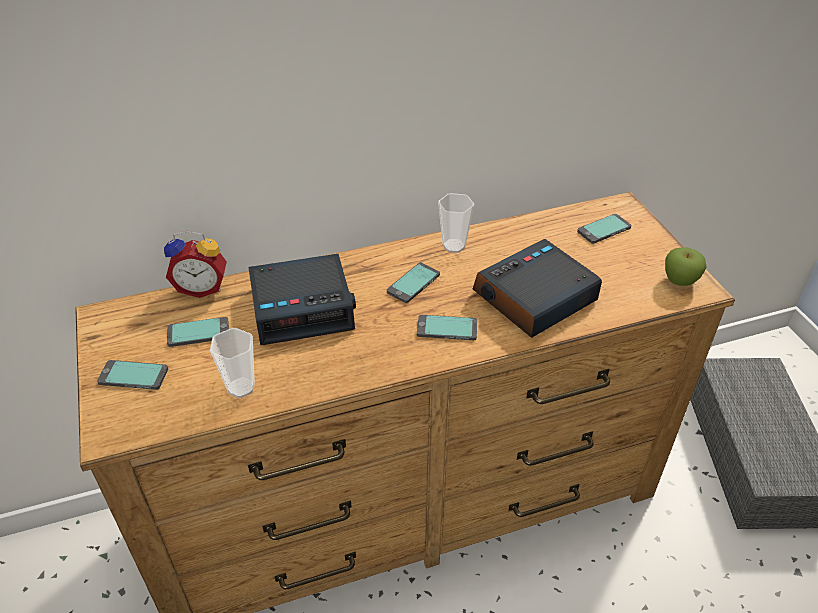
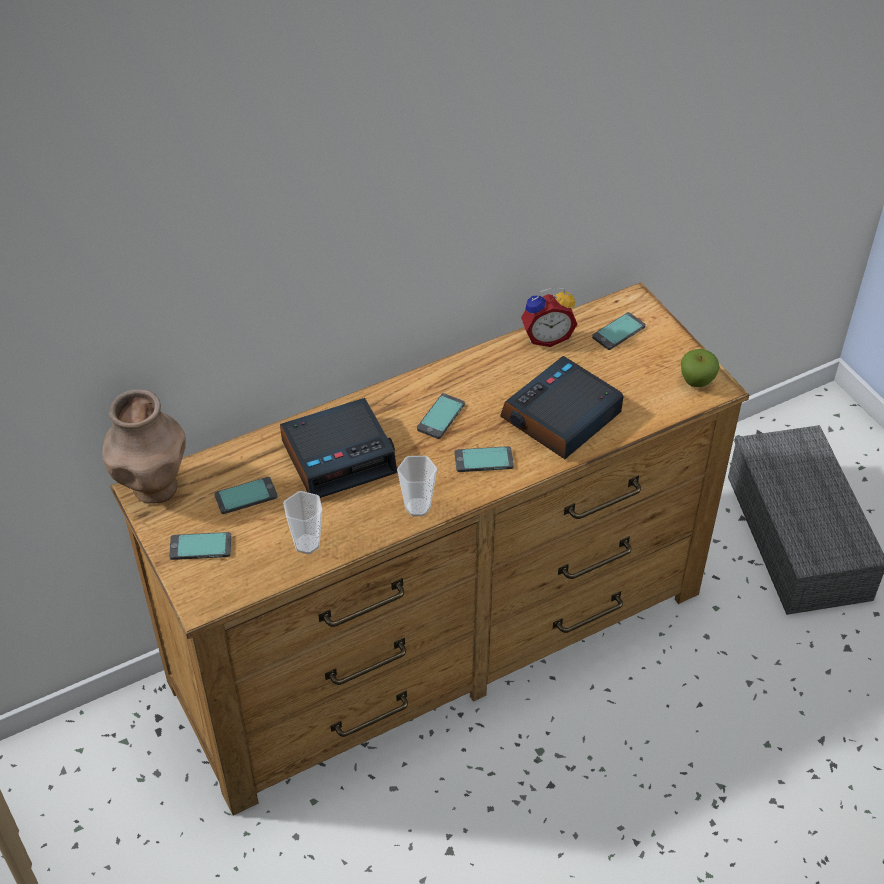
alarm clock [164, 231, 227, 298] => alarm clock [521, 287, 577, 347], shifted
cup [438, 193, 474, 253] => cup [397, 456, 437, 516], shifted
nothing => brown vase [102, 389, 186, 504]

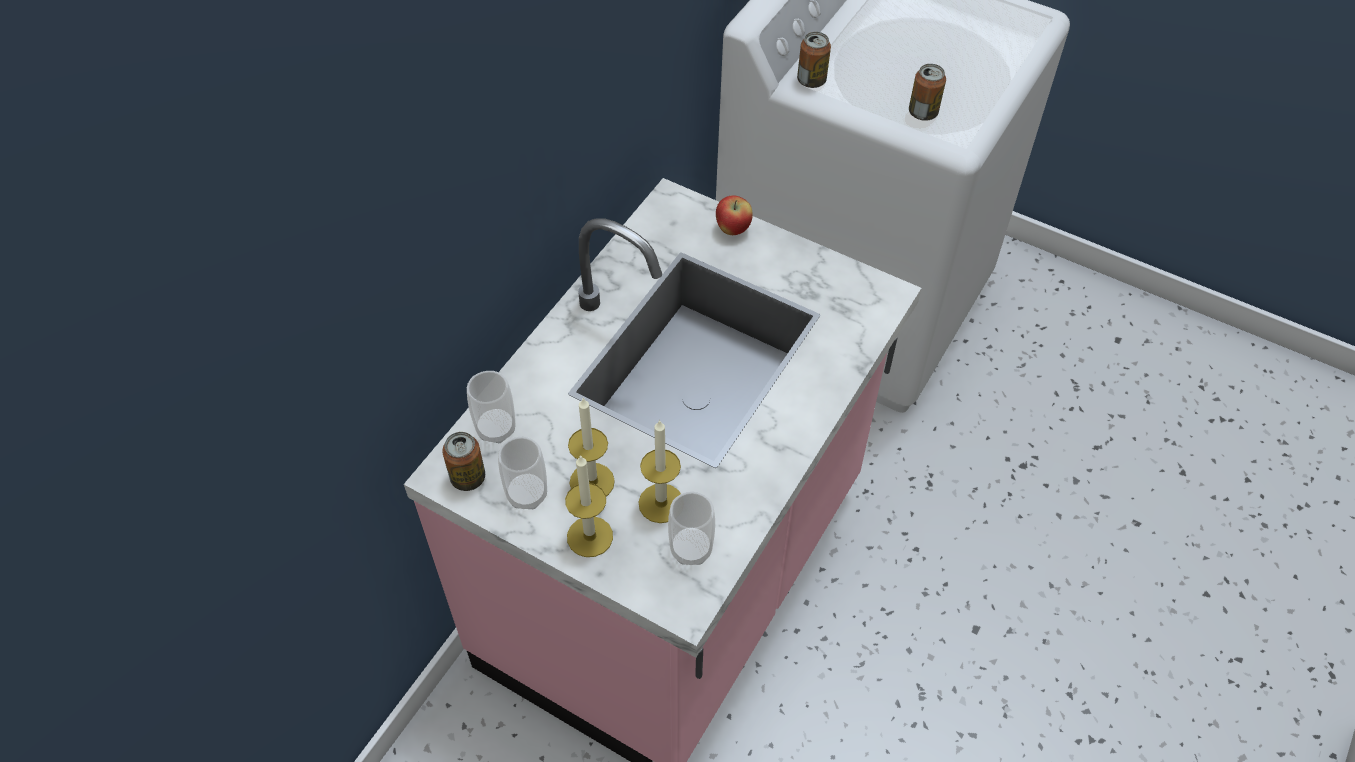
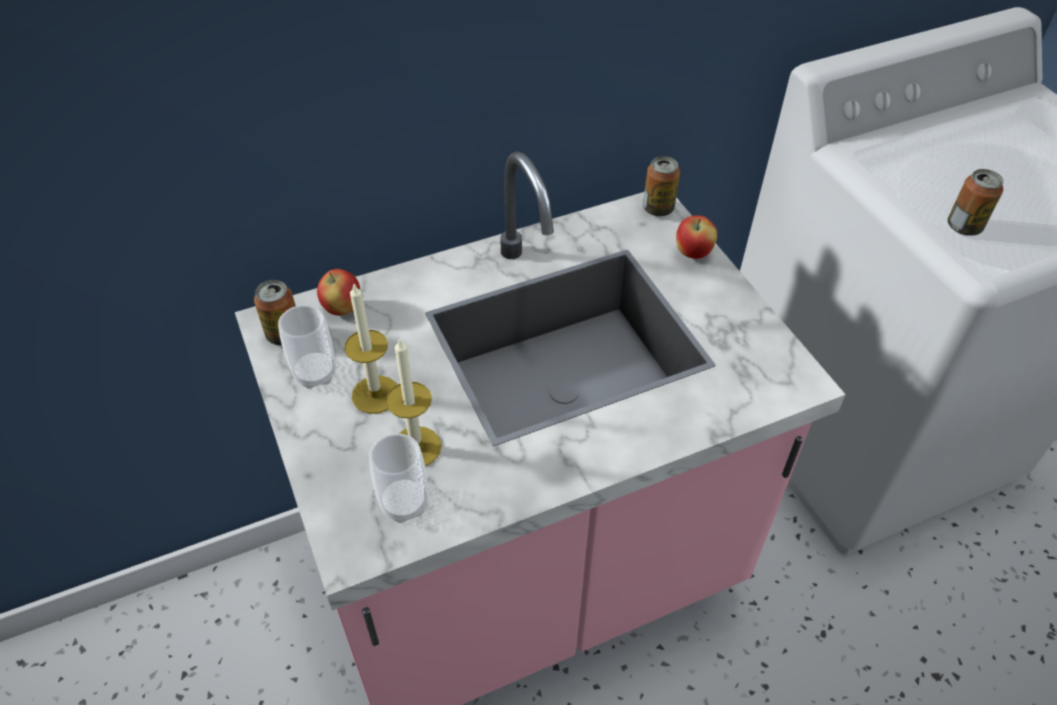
cup [467, 371, 515, 443] => apple [317, 269, 360, 316]
candle [565, 455, 613, 557] => nothing
can [797, 32, 831, 88] => can [643, 156, 680, 216], shifted

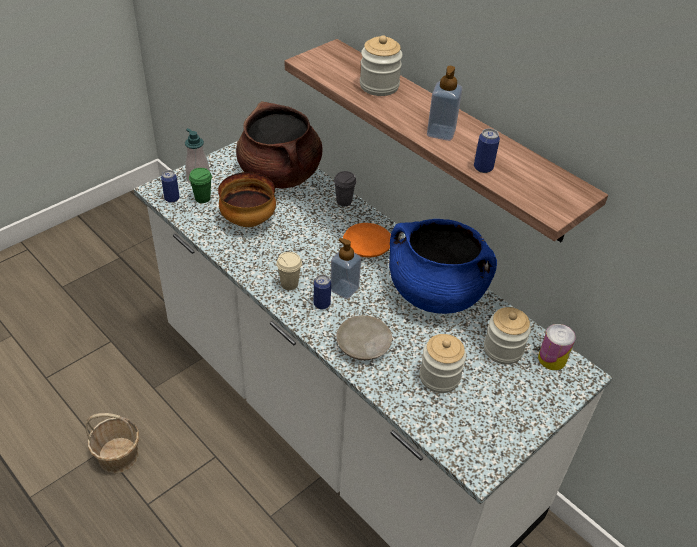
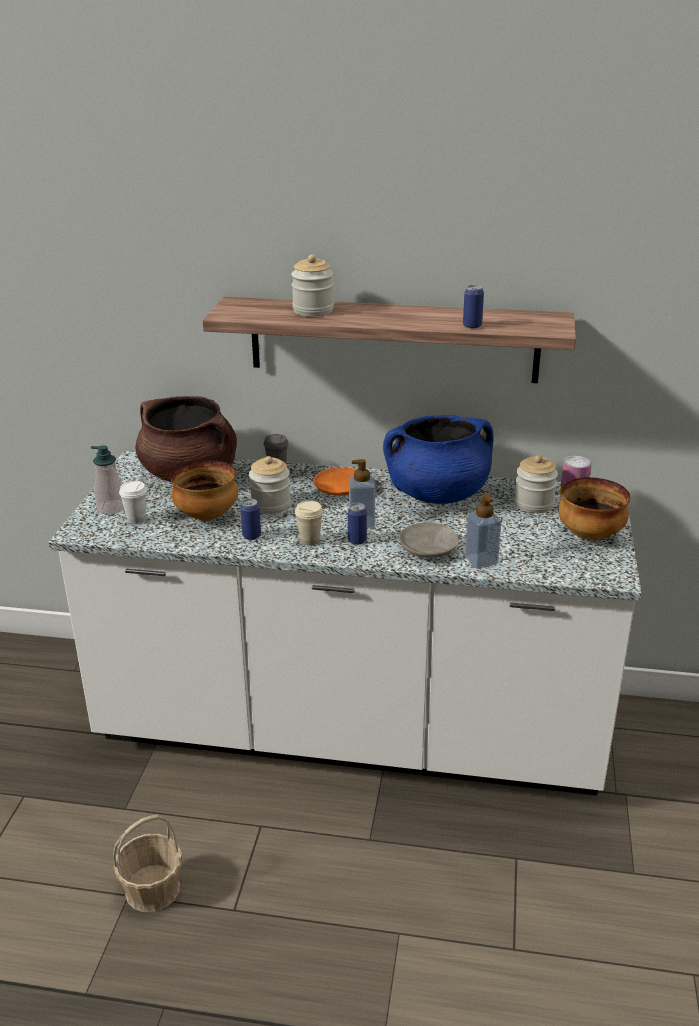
can [161, 170, 180, 203] => can [240, 499, 261, 540], shifted
green cup [189, 168, 212, 203] => white cup [119, 481, 147, 524]
jar [420, 334, 466, 393] => jar [249, 456, 291, 514], shifted
soap dispenser [427, 66, 462, 141] => soap dispenser [465, 493, 501, 569], shifted
nothing => bowl [558, 477, 631, 541]

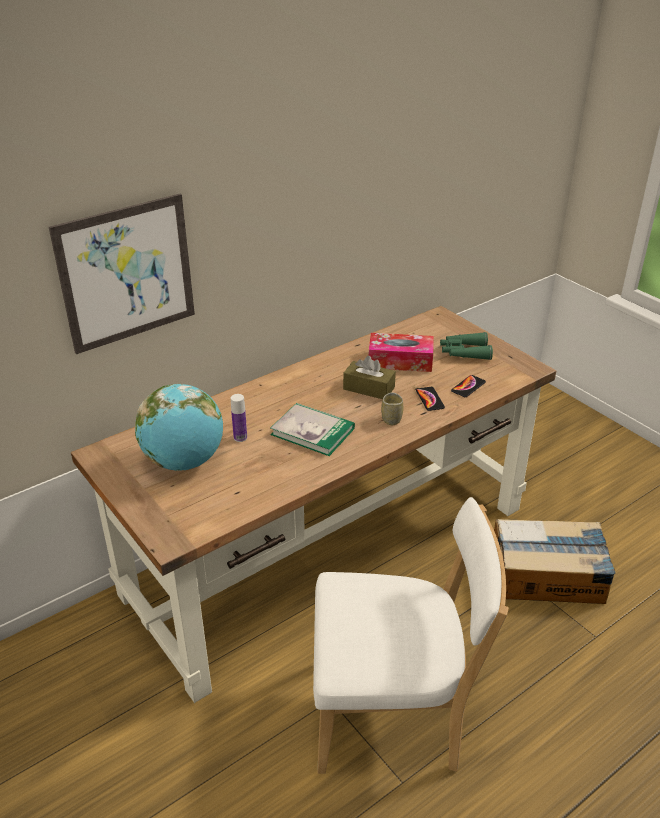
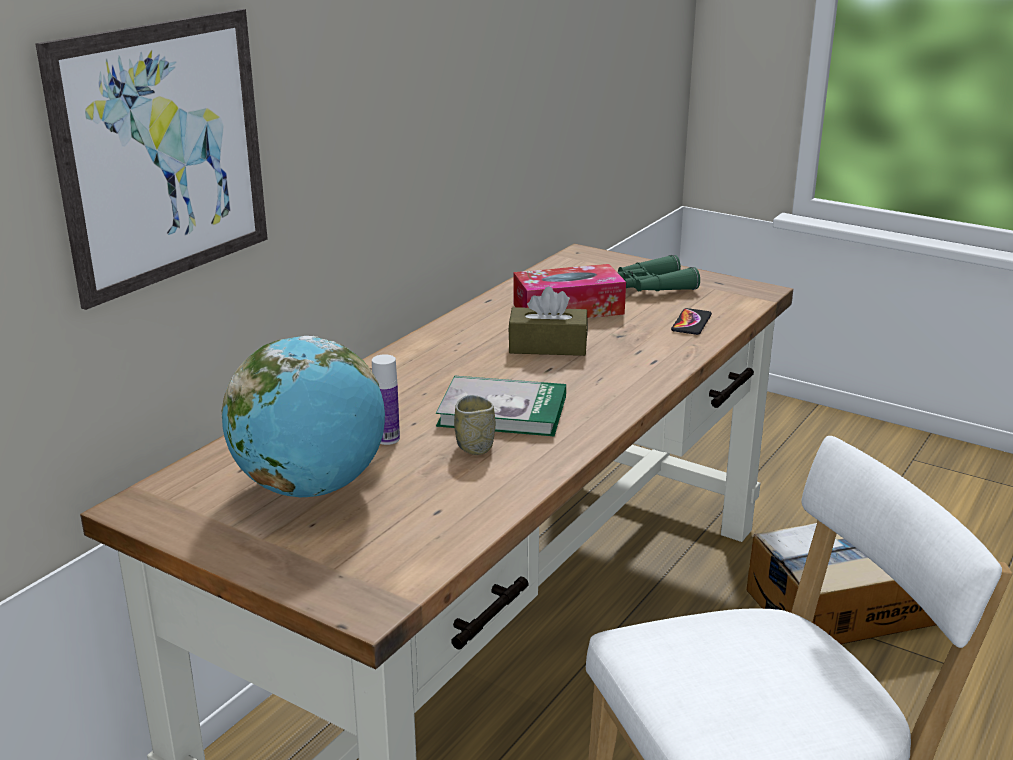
cup [381, 393, 403, 425] => cup [454, 395, 495, 455], shifted
phone [416, 387, 445, 411] => nothing

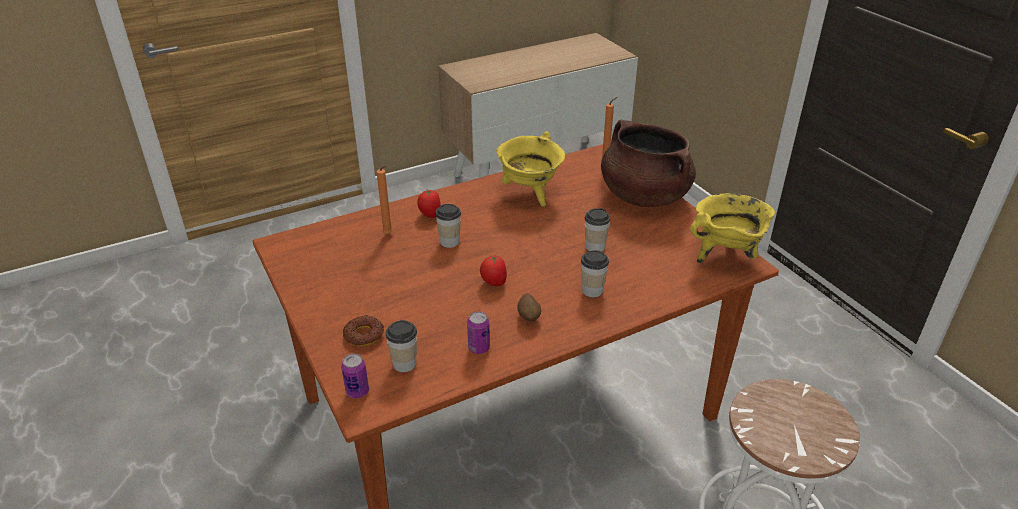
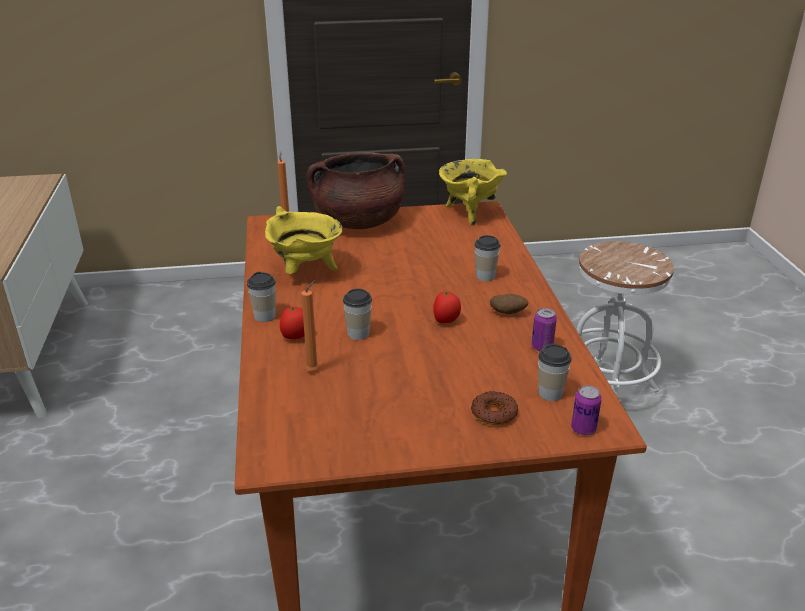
cup [585, 208, 610, 252] => cup [247, 272, 276, 322], shifted

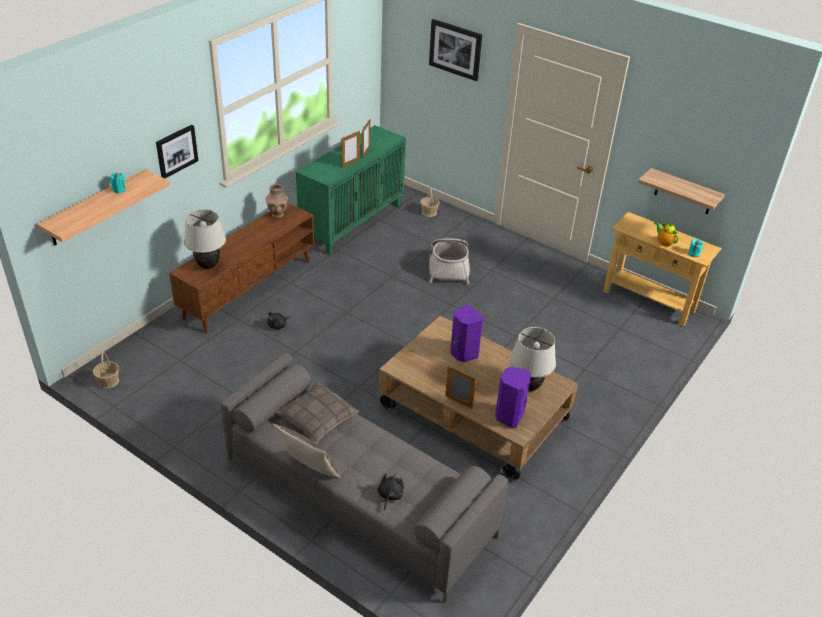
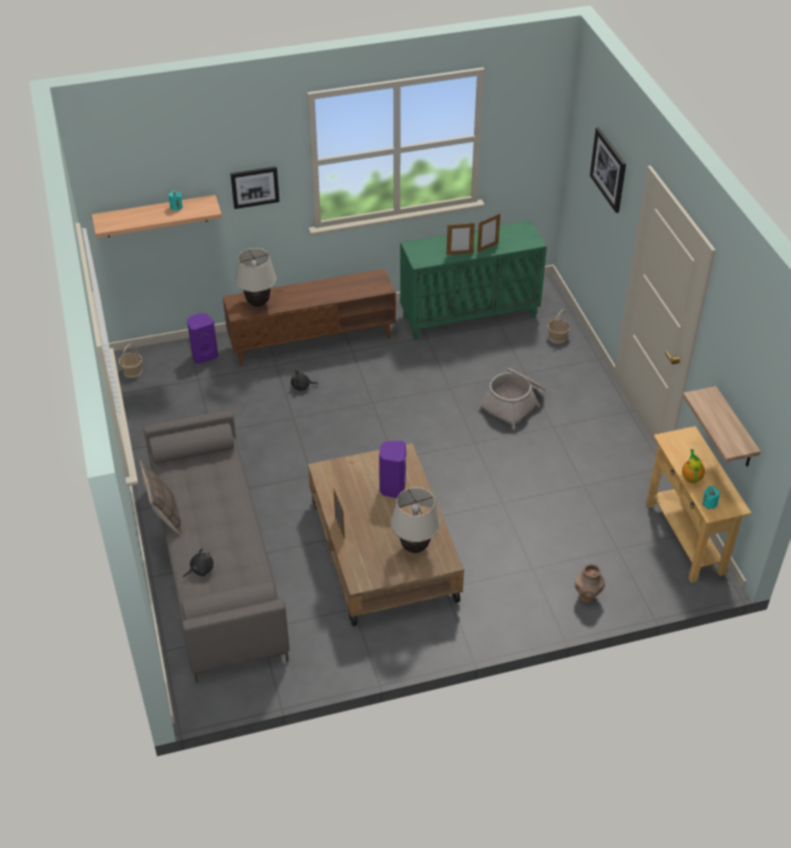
brown vase [266, 184, 288, 219] => brown vase [575, 564, 605, 603], shifted
pillow [275, 382, 359, 443] => nothing
purple speaker [495, 367, 531, 428] => purple speaker [187, 313, 218, 364], shifted

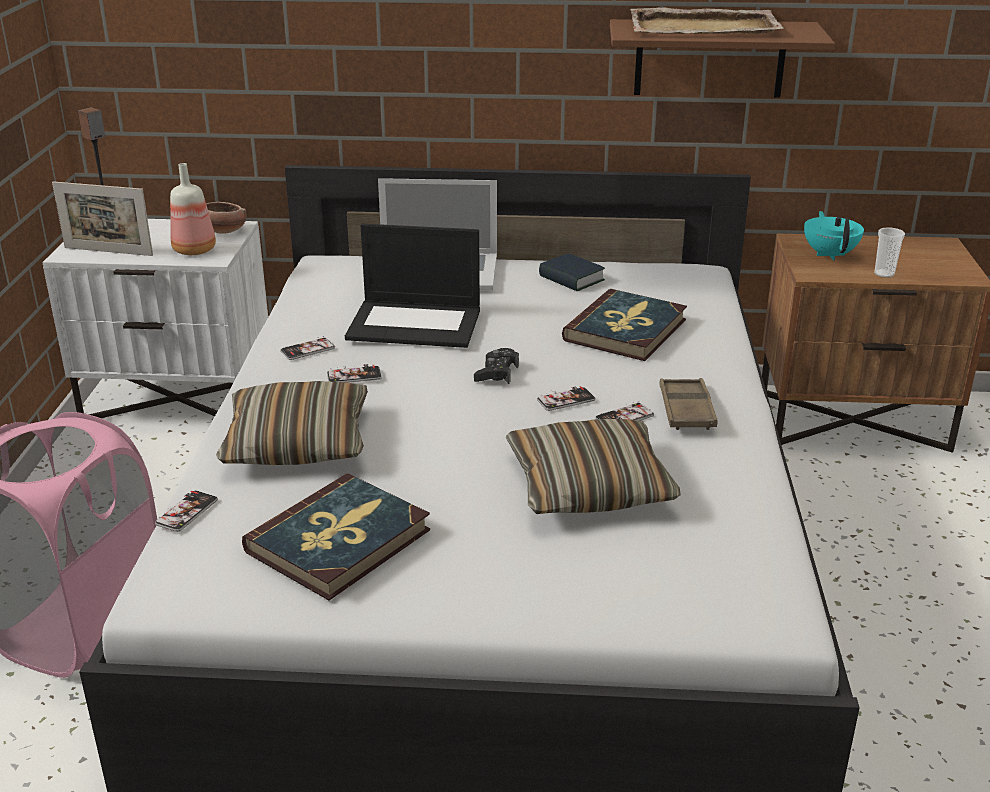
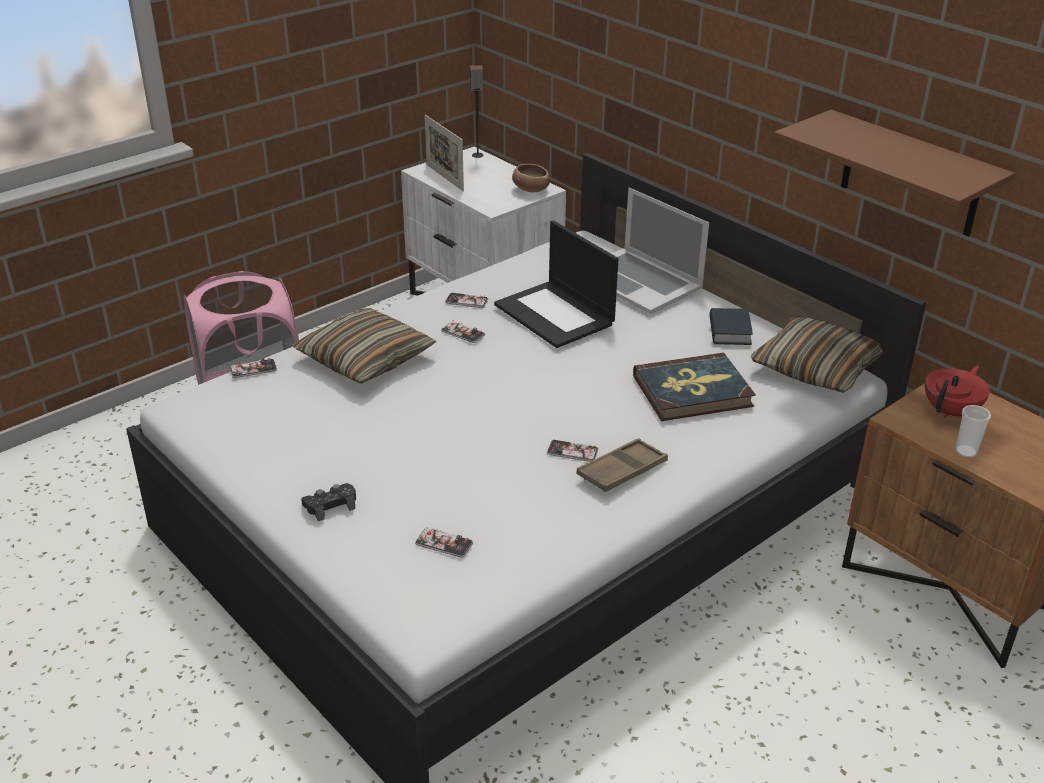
bottle [170, 163, 216, 255] => nothing
book [242, 474, 430, 600] => nothing
black game controller [474, 348, 519, 384] => black game controller [301, 483, 356, 521], shifted
pillow [506, 419, 681, 514] => pillow [751, 316, 883, 393], shifted
phone [537, 386, 596, 411] => phone [415, 527, 473, 558], shifted
beige tray [630, 8, 784, 34] => nothing
turquoise teapot [804, 211, 864, 261] => red teapot [925, 365, 990, 418]

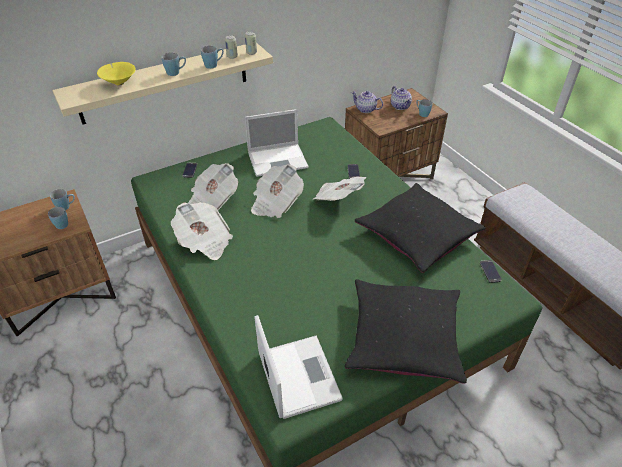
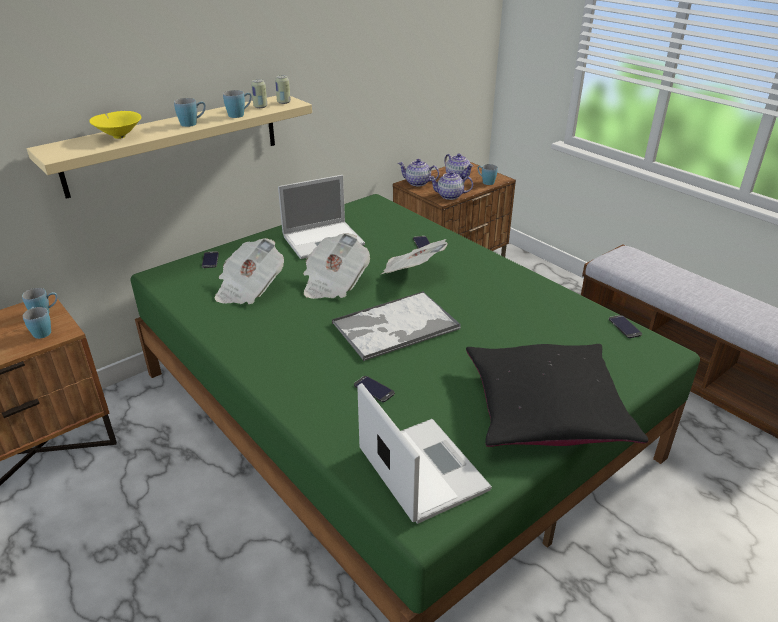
newspaper [171, 202, 233, 260] => nothing
black pillow [355, 183, 486, 273] => nothing
nothing => tray [332, 291, 461, 361]
nothing => phone [354, 376, 395, 402]
nothing => teapot [429, 171, 473, 200]

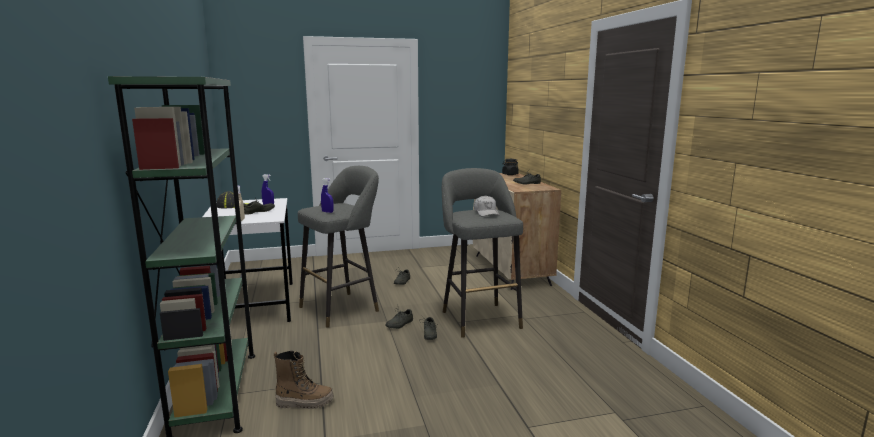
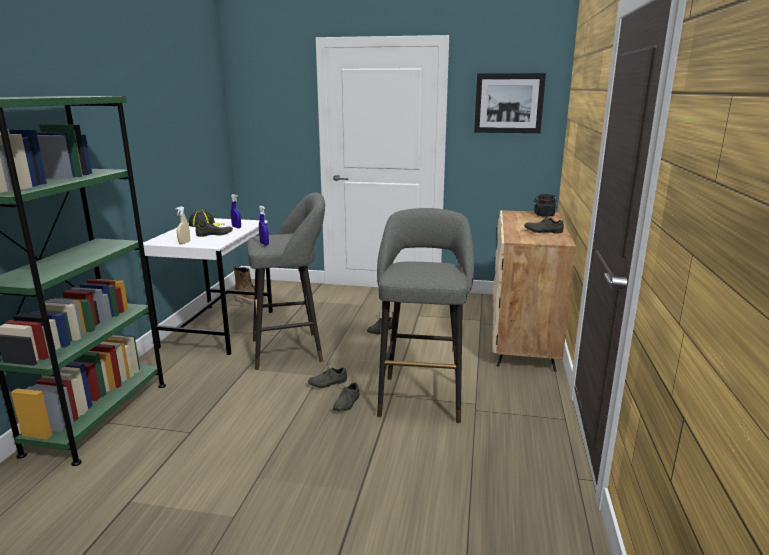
boot [274, 351, 333, 409] => boot [233, 266, 266, 305], shifted
white cap [474, 195, 500, 216] => nothing
nothing => picture [474, 73, 546, 133]

